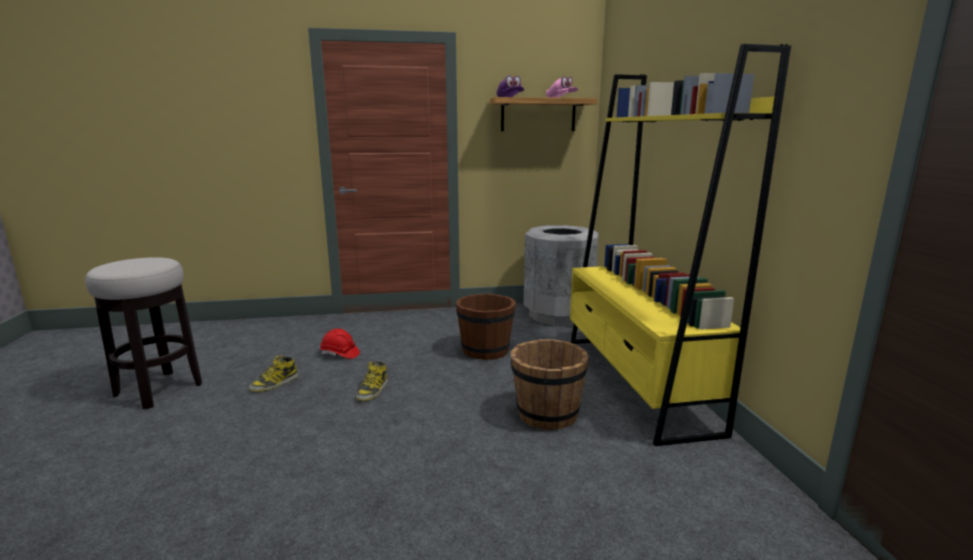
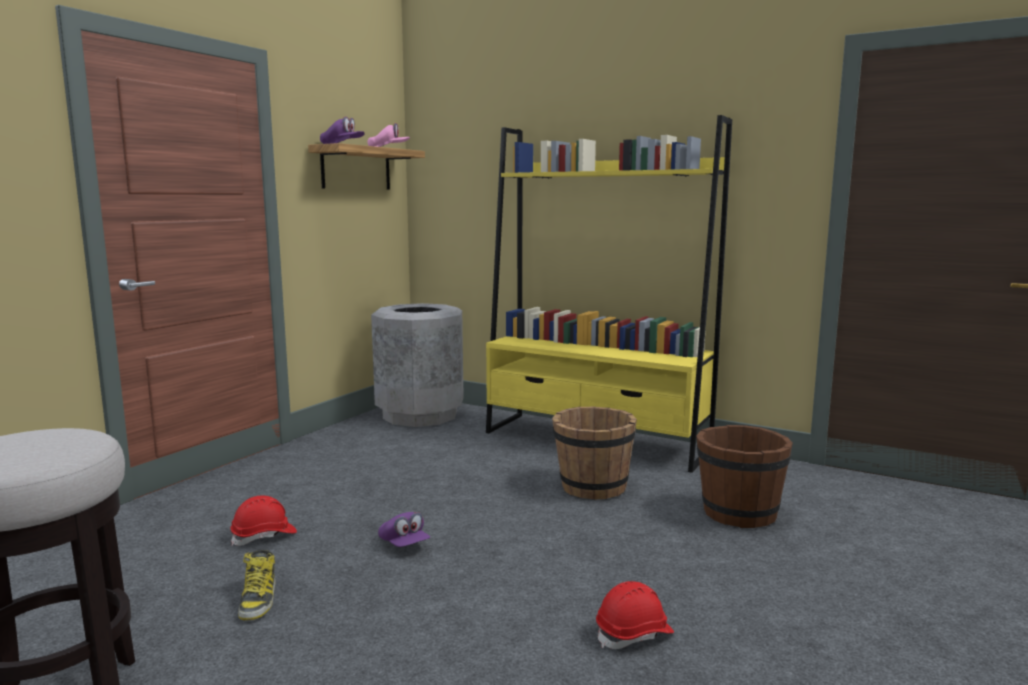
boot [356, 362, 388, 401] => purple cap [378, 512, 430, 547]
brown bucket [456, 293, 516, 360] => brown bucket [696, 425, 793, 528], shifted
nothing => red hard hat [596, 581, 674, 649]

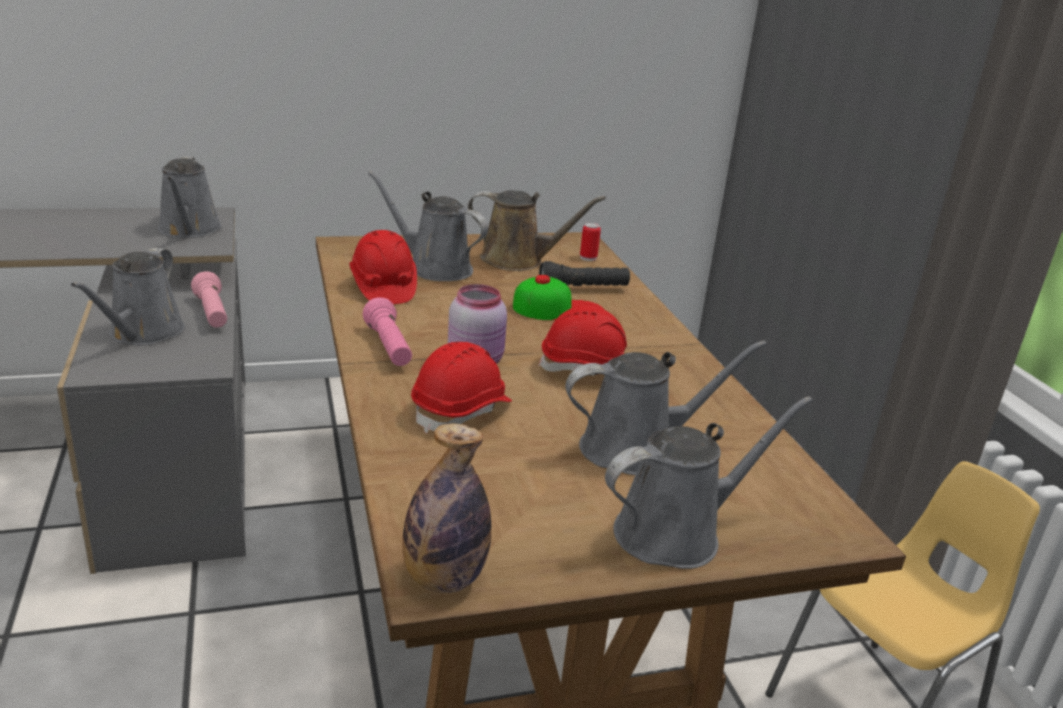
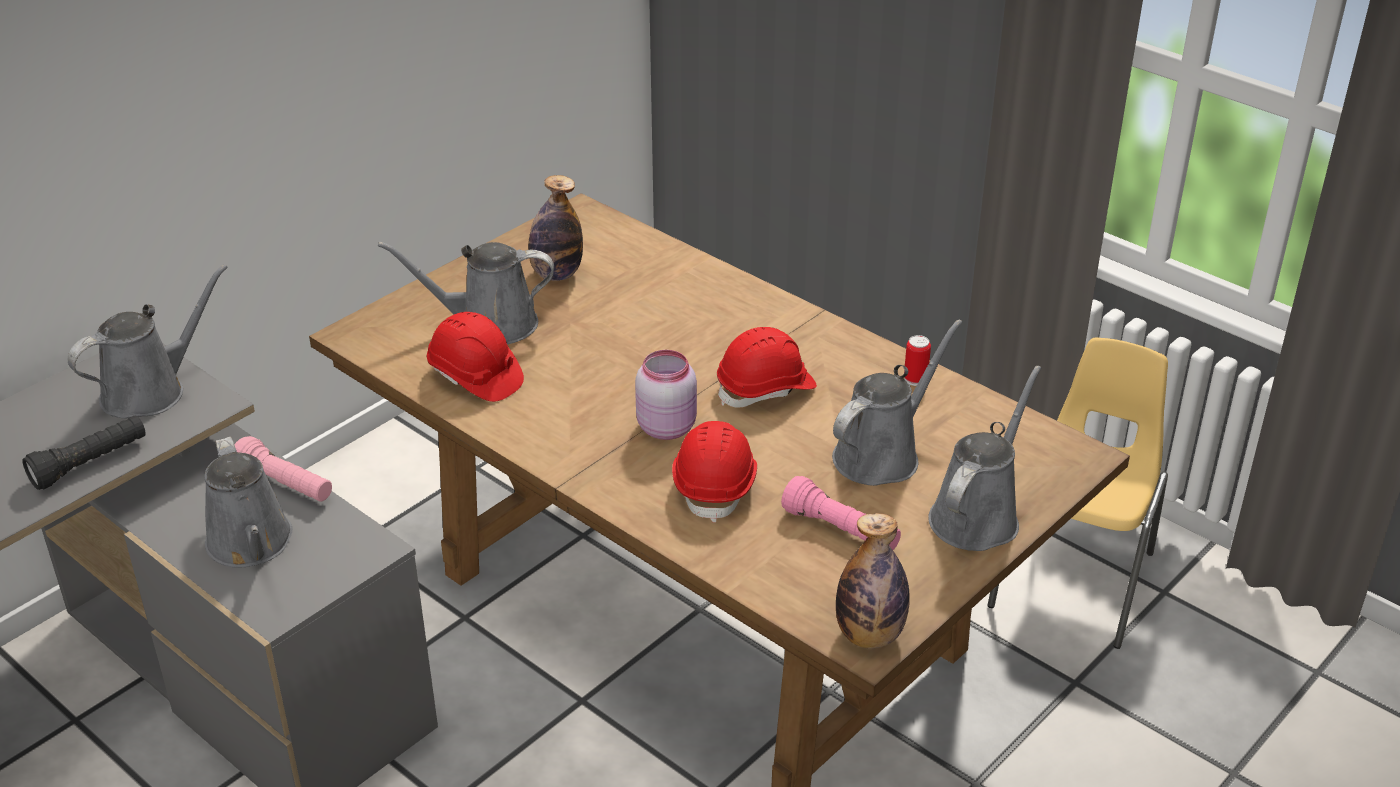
grey watering can [158, 156, 222, 238] => grey watering can [68, 264, 228, 419], 90 degrees counterclockwise
pink flashlight [363, 297, 412, 366] => pink flashlight [781, 476, 901, 550], shifted
brown watering can [468, 190, 606, 271] => bottle [528, 175, 583, 281]
cap [513, 275, 604, 320] => nothing
black flashlight [539, 261, 630, 286] => black flashlight [22, 415, 146, 490], shifted
can [580, 222, 601, 261] => can [904, 335, 931, 386], shifted

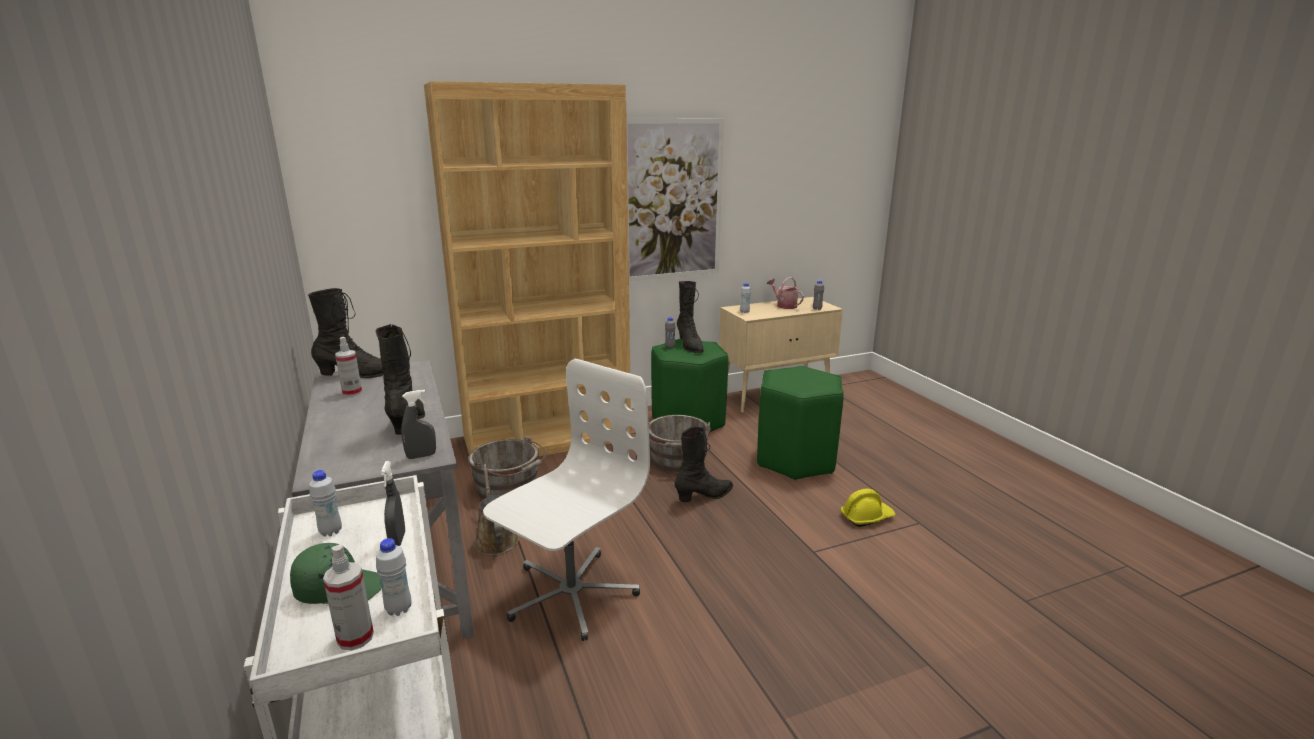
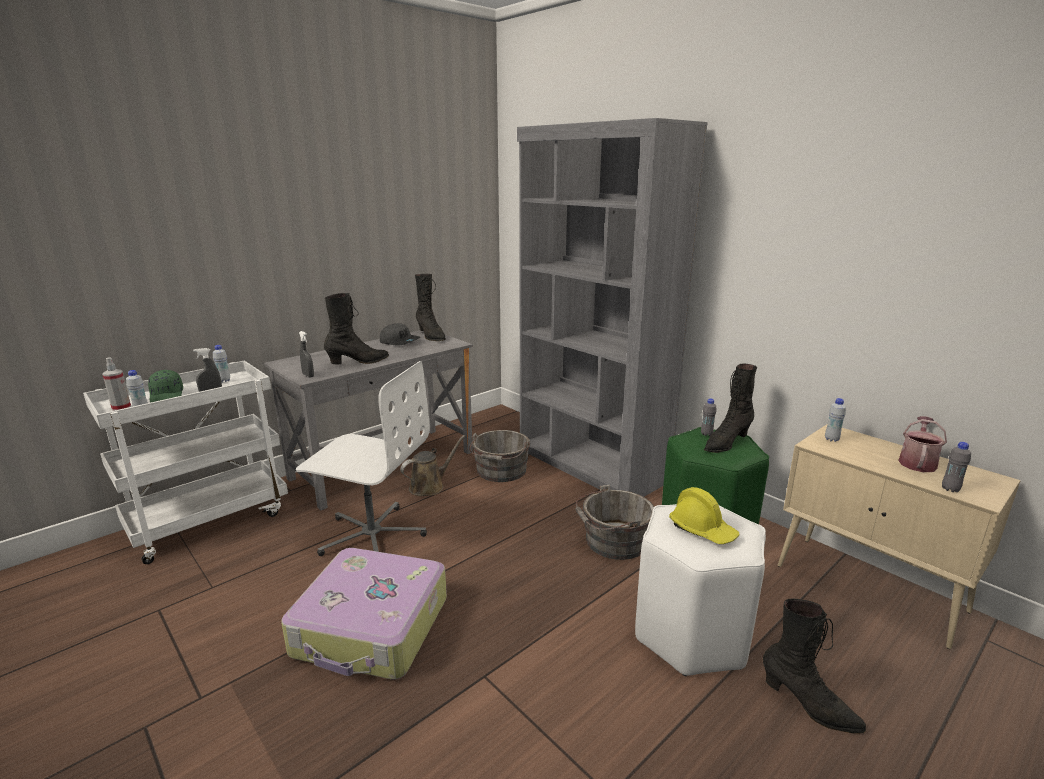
spray bottle [335, 337, 362, 397] => grey cap [380, 323, 420, 346]
brown bookcase [424, 81, 631, 456] => grey bookcase [517, 118, 708, 497]
picture [626, 118, 724, 281] => nothing
black boot [675, 427, 733, 502] => black boot [763, 599, 866, 734], shifted
green stool [757, 366, 844, 480] => white stool [635, 504, 766, 676]
yellow hard hat [841, 489, 896, 527] => yellow hard hat [669, 487, 740, 544], shifted
nothing => suitcase [281, 548, 447, 680]

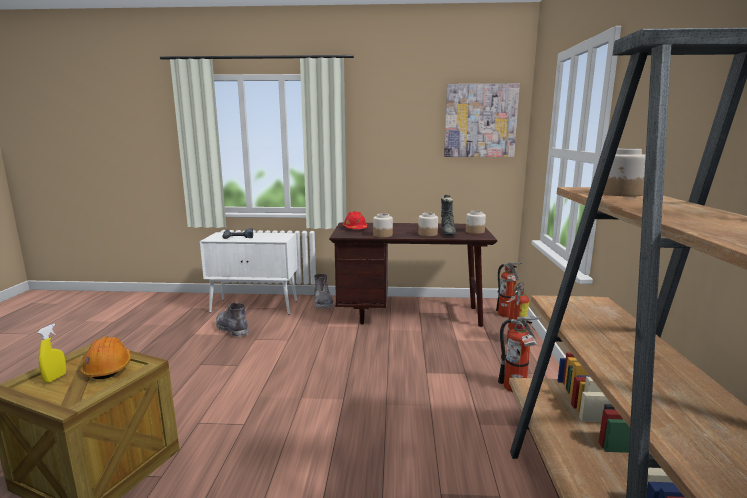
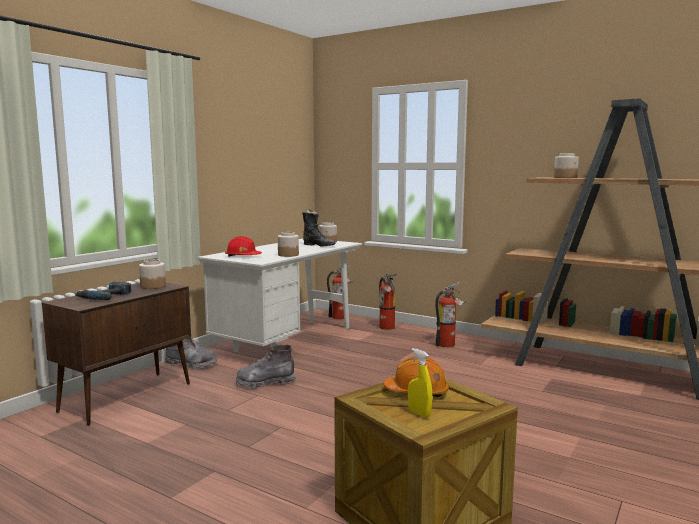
white cabinet [200, 232, 298, 314] => brown cabinet [42, 283, 191, 426]
grey boot [216, 302, 249, 338] => grey boot [236, 345, 296, 389], shifted
brown desk [329, 222, 497, 327] => white desk [197, 239, 362, 352]
jar [418, 213, 438, 237] => jar [139, 259, 166, 289], shifted
picture [444, 84, 520, 157] => nothing

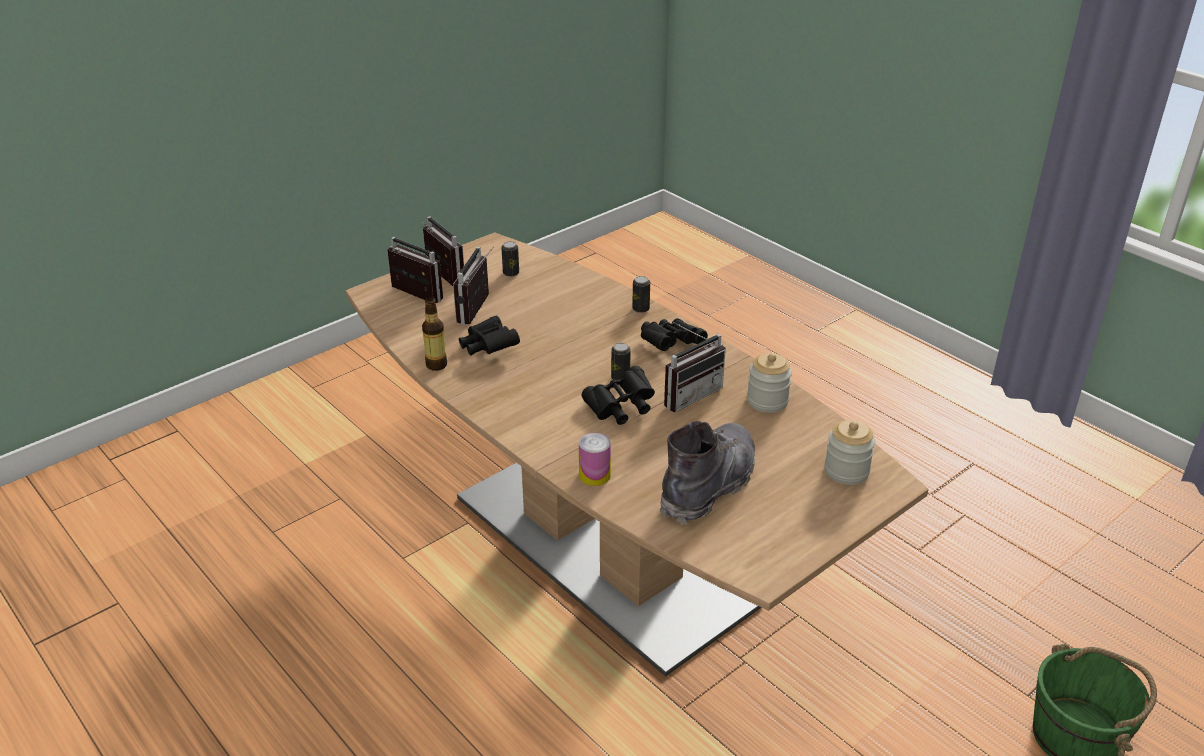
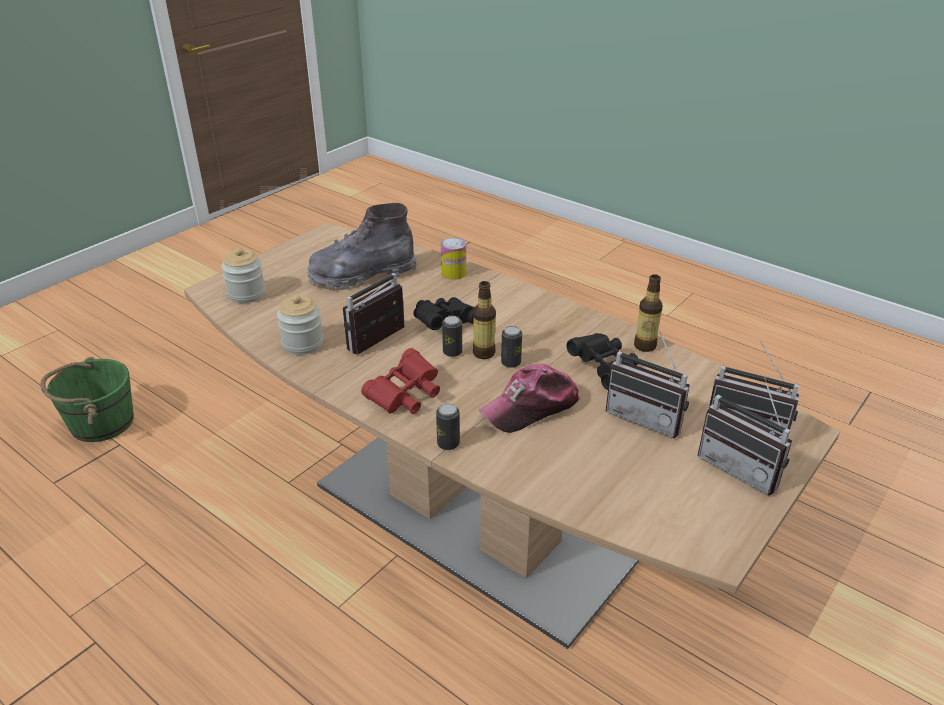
radio [453, 246, 494, 325] => radio [606, 330, 690, 438], 120 degrees clockwise
can [501, 241, 519, 277] => can [501, 326, 522, 368], shifted
black binoculars [641, 318, 708, 351] => red binoculars [361, 348, 440, 414]
grey boot [660, 421, 755, 524] => grey boot [308, 203, 417, 290], 45 degrees clockwise
nothing => bottle [473, 281, 496, 359]
nothing => cap [479, 364, 580, 433]

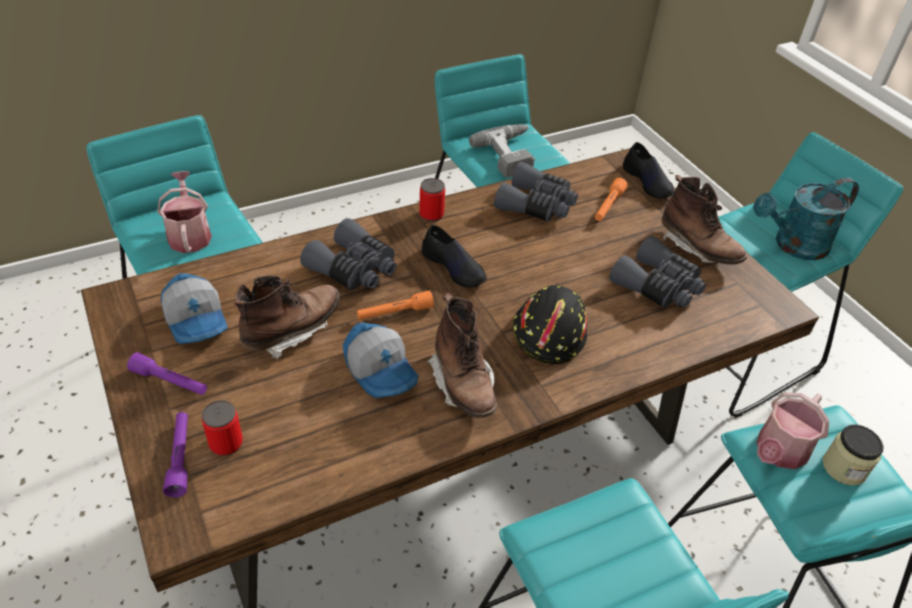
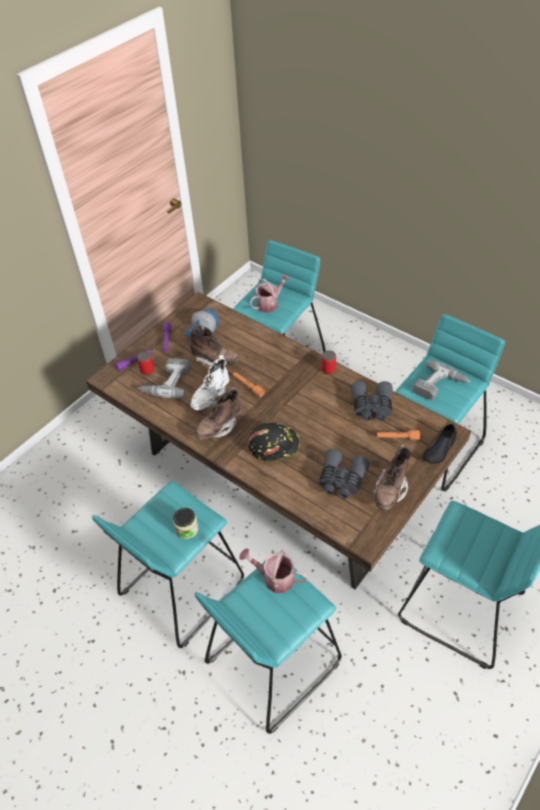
grey binoculars [300, 218, 397, 290] => nothing
cap [343, 323, 419, 398] => white boot [190, 355, 229, 410]
black shoe [422, 225, 487, 288] => nothing
turquoise watering can [753, 177, 859, 260] => nothing
jar [823, 424, 884, 486] => jar [173, 508, 199, 539], shifted
nothing => power drill [138, 358, 191, 398]

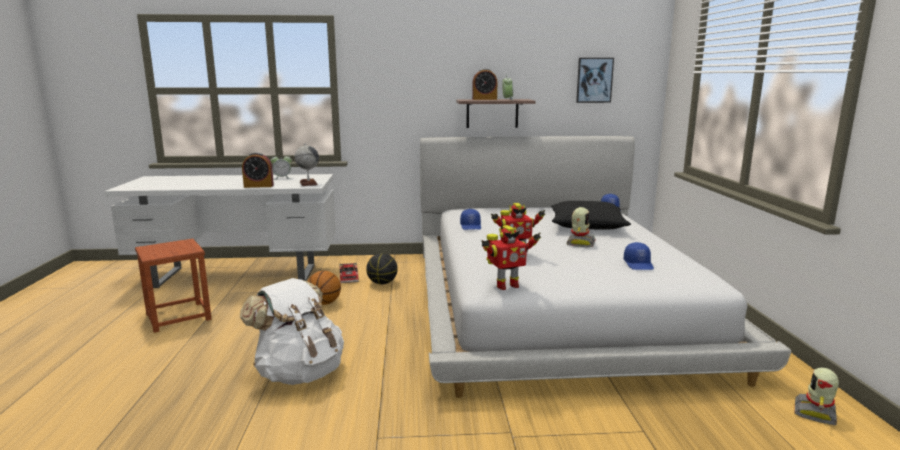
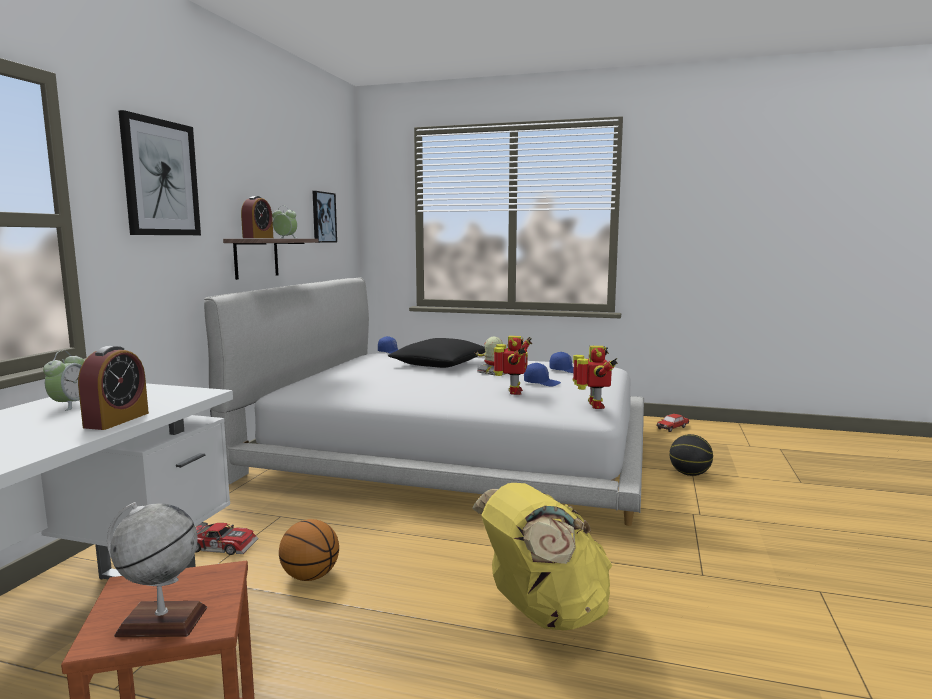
white backpack [240, 278, 344, 385] => yellow backpack [472, 483, 612, 631]
globe [294, 143, 319, 186] => globe [107, 502, 207, 637], shifted
basketball [366, 253, 398, 284] => basketball [669, 434, 713, 476], shifted
blue cap [460, 209, 481, 230] => blue cap [524, 363, 561, 386], shifted
toy robot [794, 368, 839, 426] => toy car [656, 414, 689, 432]
nothing => picture [119, 110, 201, 235]

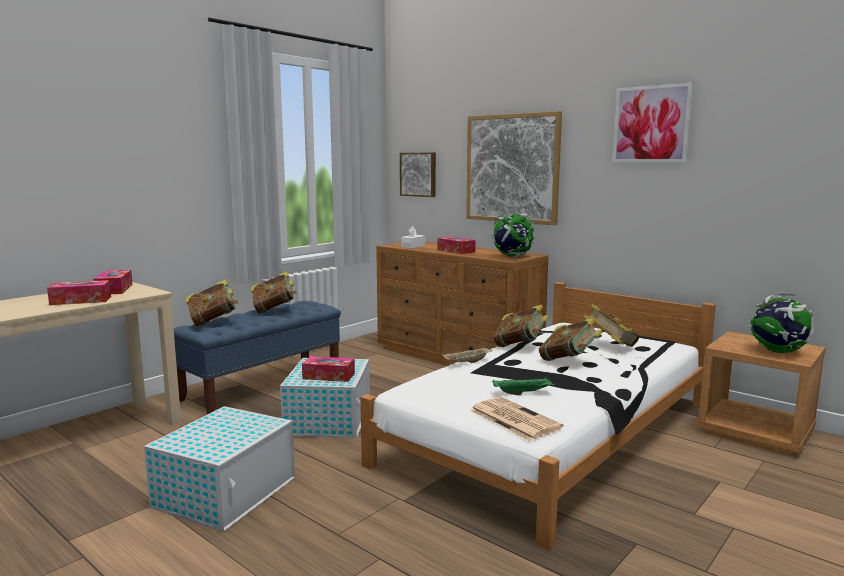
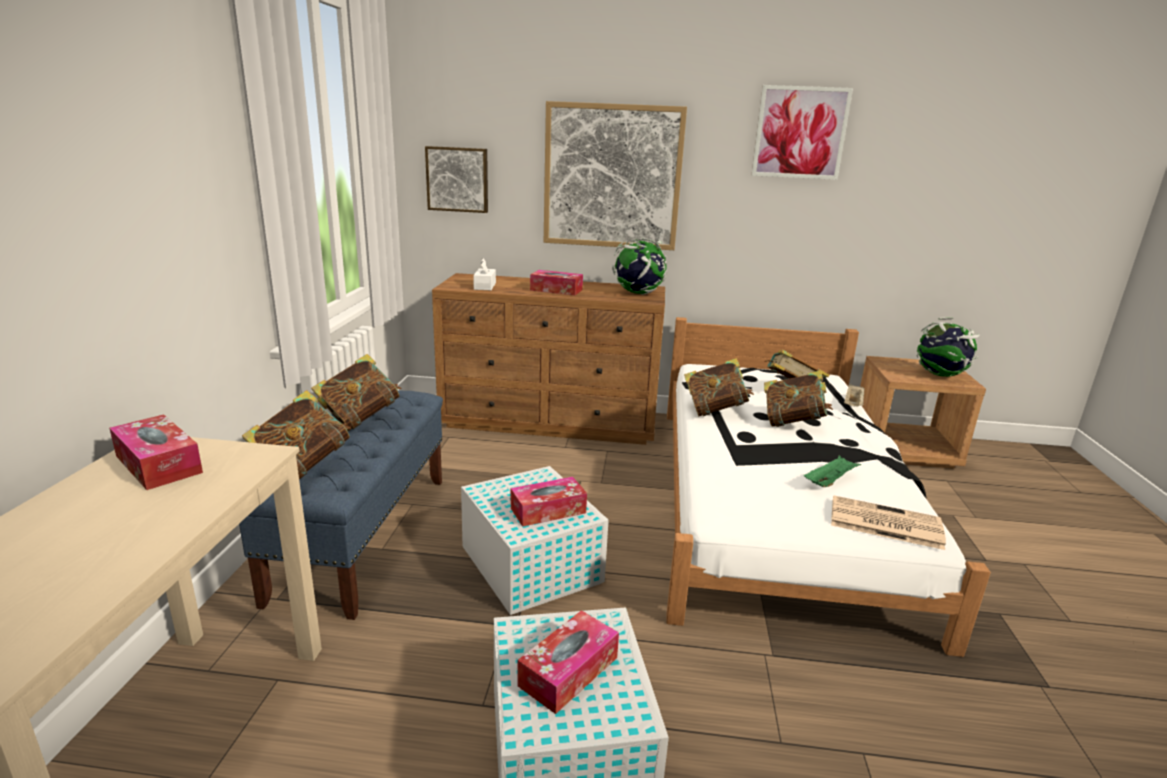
tissue box [47, 280, 111, 305] => tissue box [517, 610, 619, 714], shifted
beige tray [442, 346, 492, 363] => beige tray [844, 384, 865, 407], shifted

